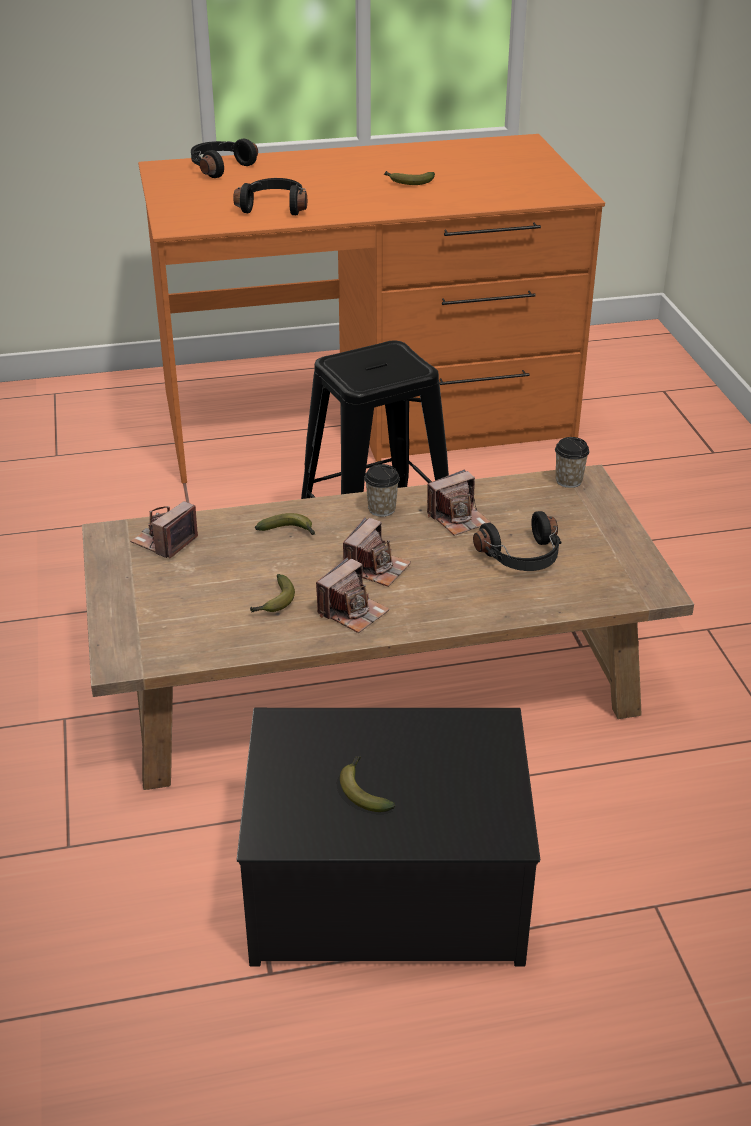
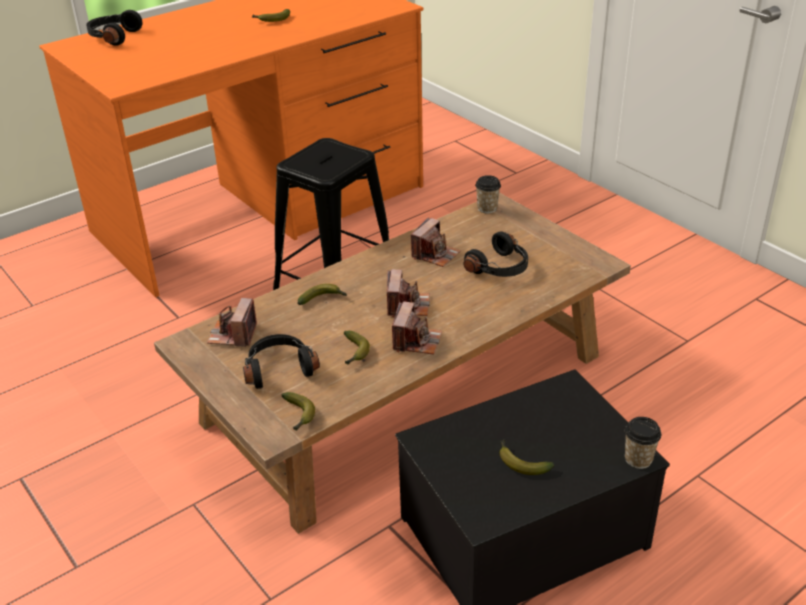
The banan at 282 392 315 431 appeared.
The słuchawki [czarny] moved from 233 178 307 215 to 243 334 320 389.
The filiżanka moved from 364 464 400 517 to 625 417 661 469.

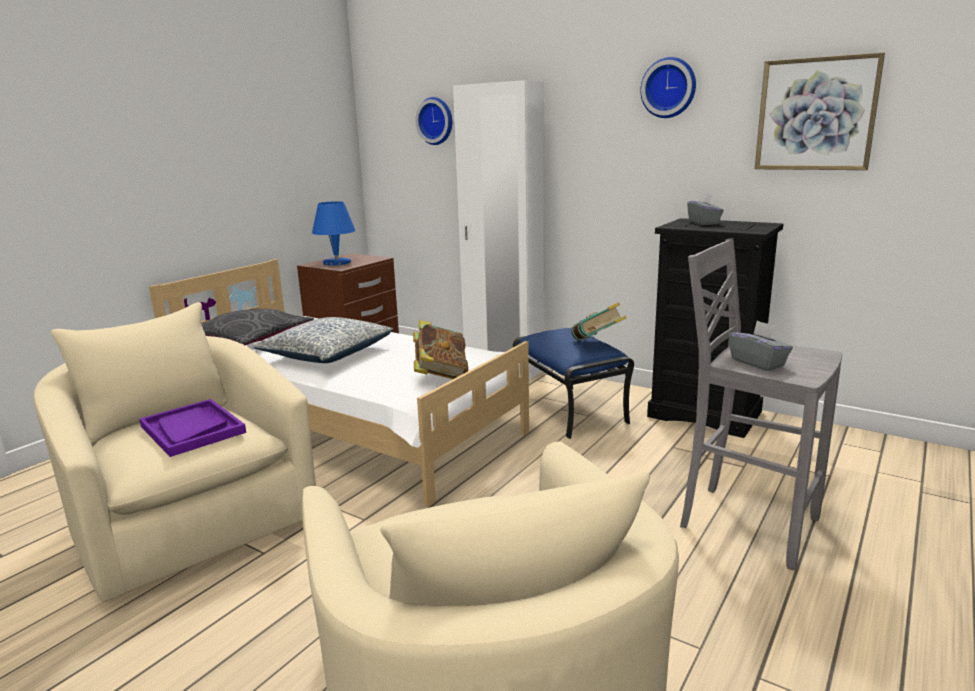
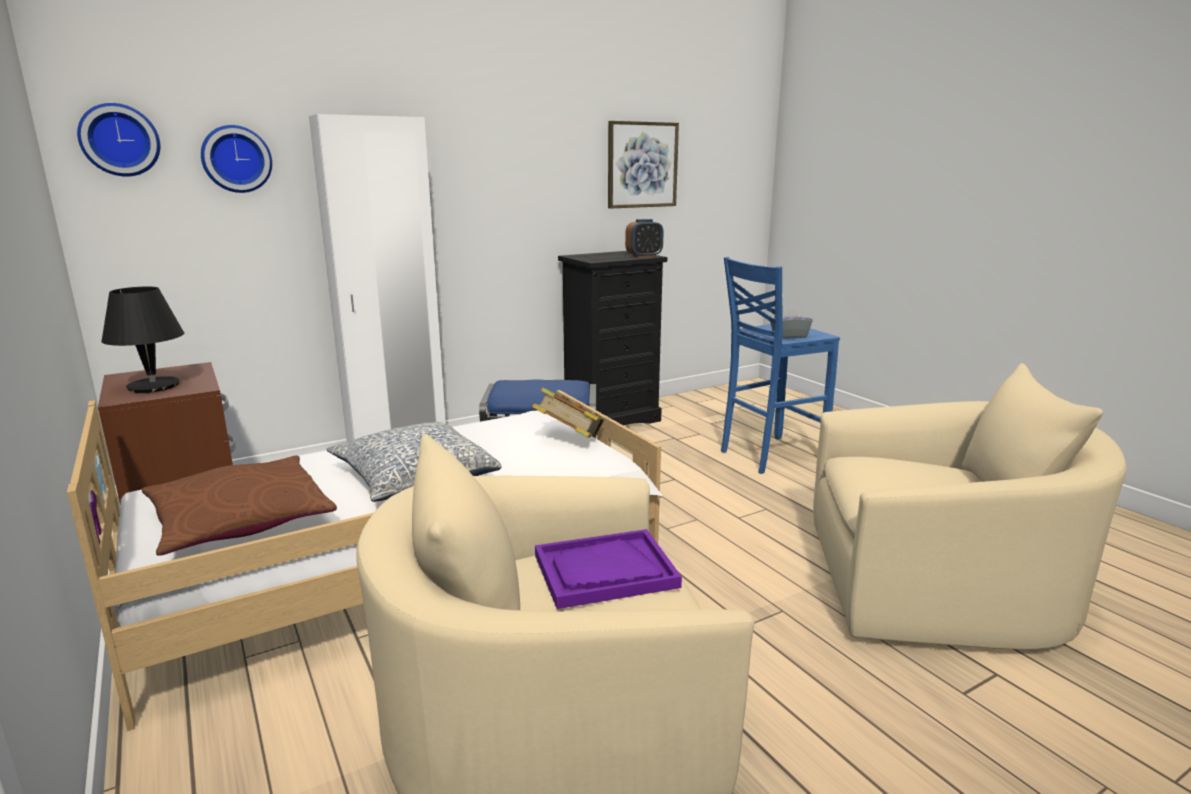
The książka at 571 302 626 341 disappeared.
The pudełko chusteczek [szary] at 687 193 724 225 disappeared.
The budzik at 625 219 664 258 appeared.
The zegar ścienny moved from 640 57 696 118 to 77 103 160 177.
The poduszka [szary] at 202 309 314 345 became the poduszka [brązowy] at 142 455 337 556.
The lampa stołowa [niebieski] at 312 201 356 265 became the lampa stołowa [czarny] at 102 287 184 393.
The stołek [szary] at 680 238 843 570 became the stołek [niebieski] at 721 257 840 474.

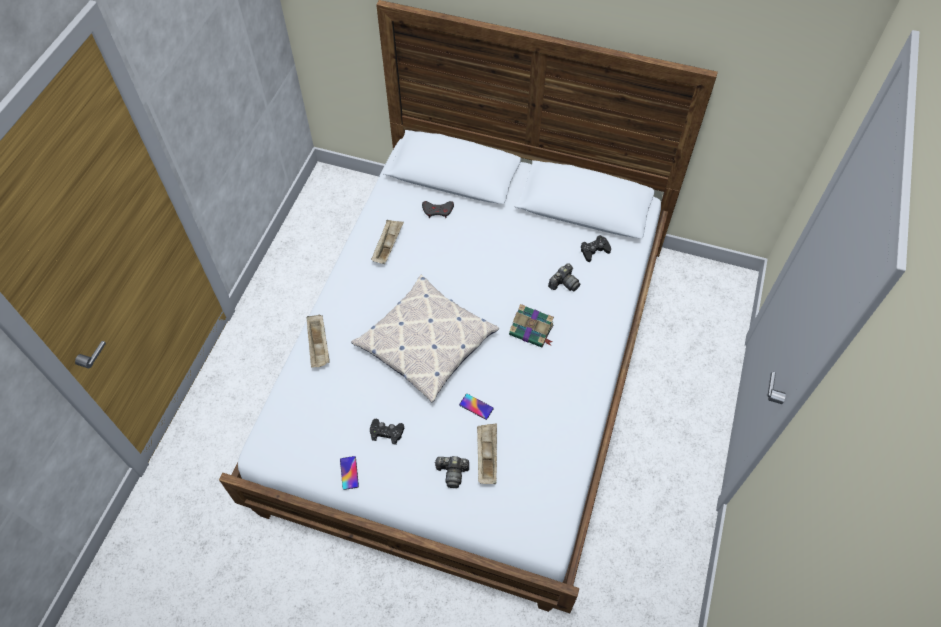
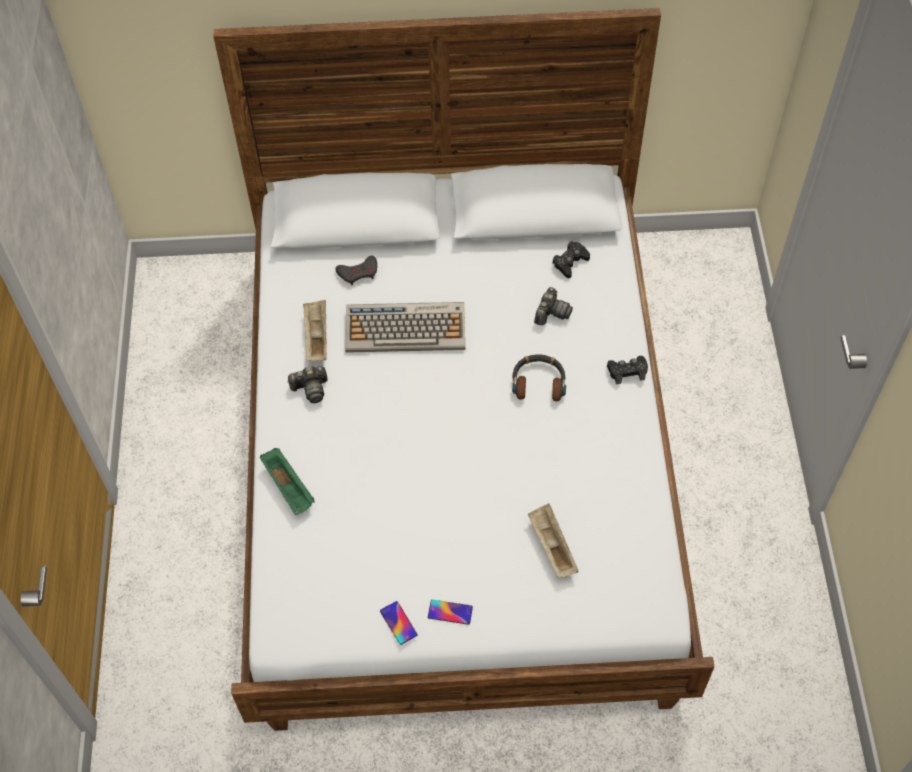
The poduszka at 351 275 500 402 disappeared.
The klawiatura at 345 302 465 353 appeared.
The pad do gier [czarny] moved from 370 419 404 445 to 607 356 648 384.
The aparat fotograficzny moved from 434 456 469 488 to 287 366 328 403.
The telefon moved from 459 394 494 420 to 428 600 473 625.
The książka at 509 304 554 348 was replaced by the słuchawki at 512 354 566 401.
The taca [beżowy] at 307 314 330 368 became the taca [zielony] at 260 448 315 515.

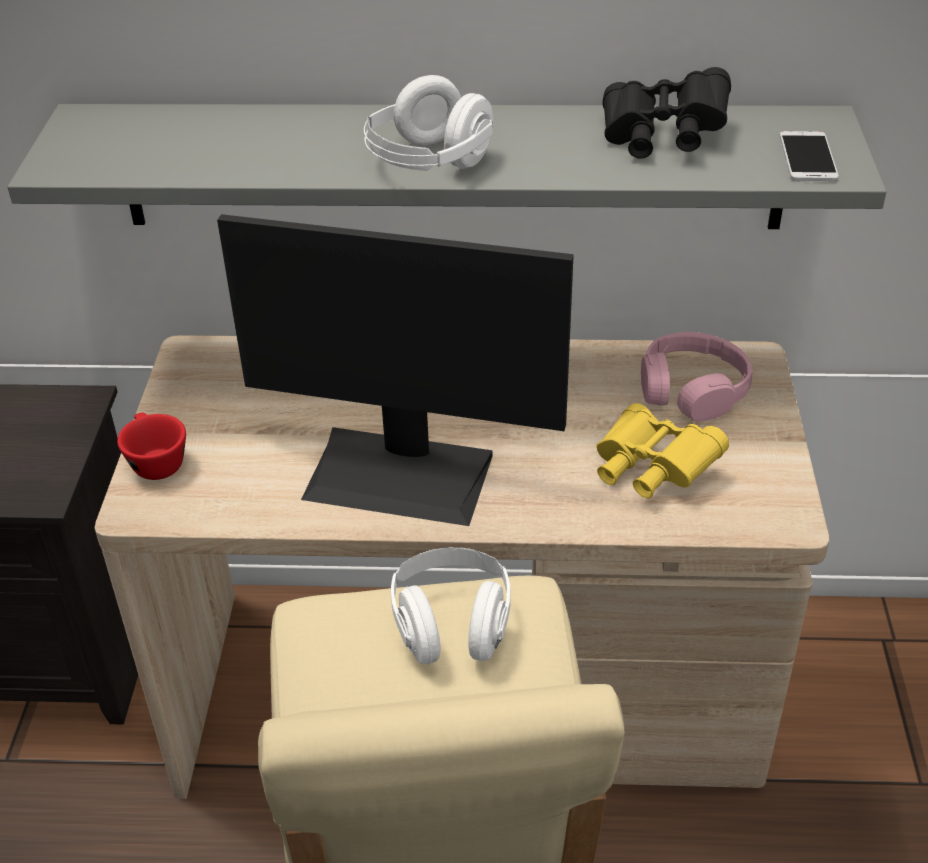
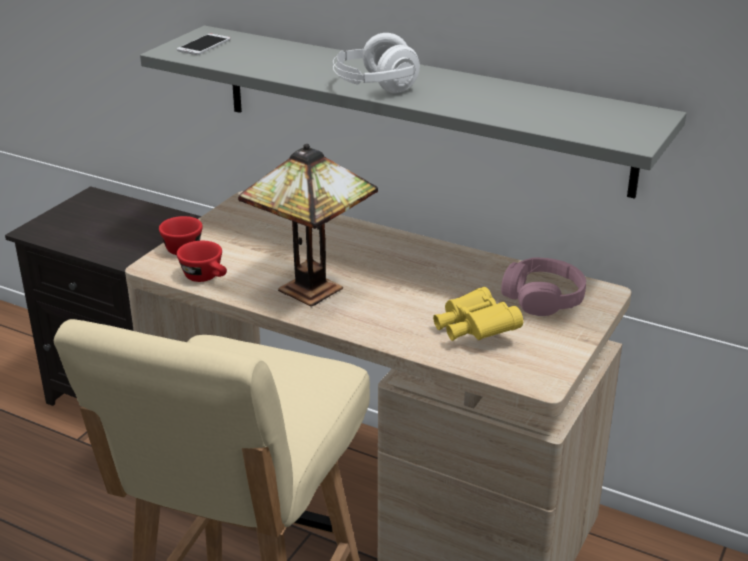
The słuchawki [biały] at 391 547 511 665 disappeared.
The lornetka [czarny] at 602 67 731 159 disappeared.
The filiżanka [czerwony] at 177 241 227 282 appeared.
The telefon moved from 780 131 839 181 to 177 34 231 55.
The monitor at 217 214 574 526 was replaced by the lampa stołowa at 238 144 378 307.

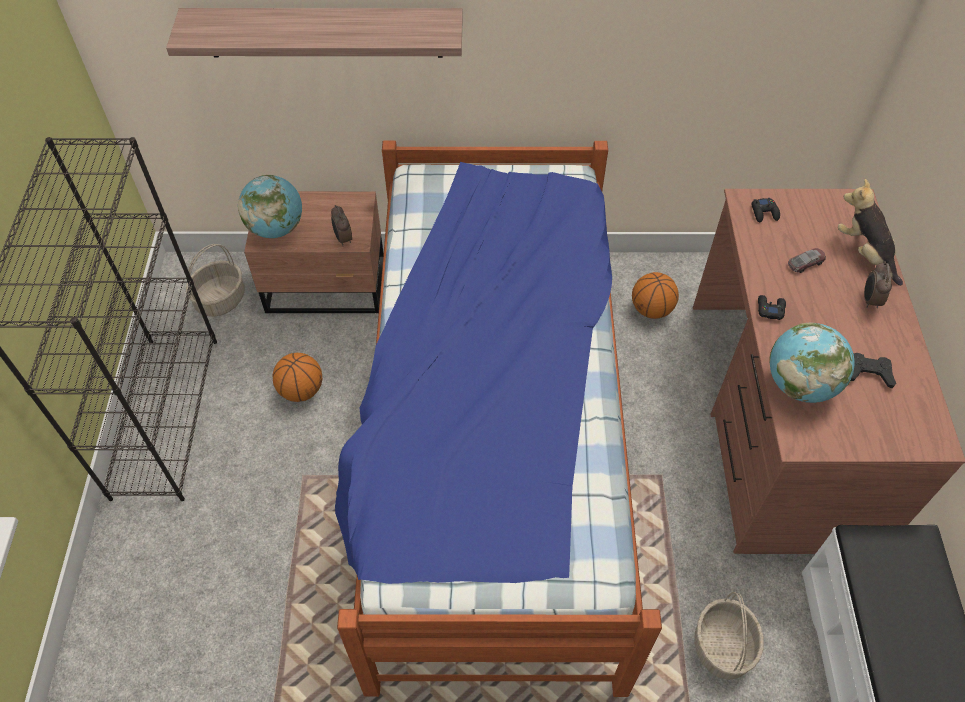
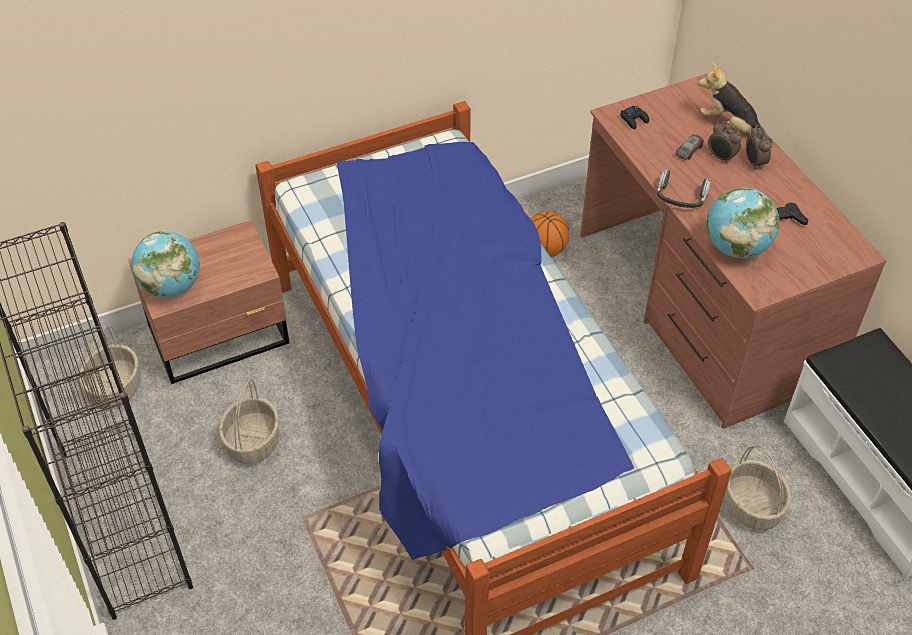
The półka at 166 8 463 58 disappeared.
The budzik moved from 331 205 352 246 to 708 121 742 164.
The piłka do koszykówki at 273 353 322 402 was replaced by the koszyk at 219 379 279 464.
The pad do gier [czarny] at 758 295 786 320 was replaced by the słuchawki at 657 170 711 208.

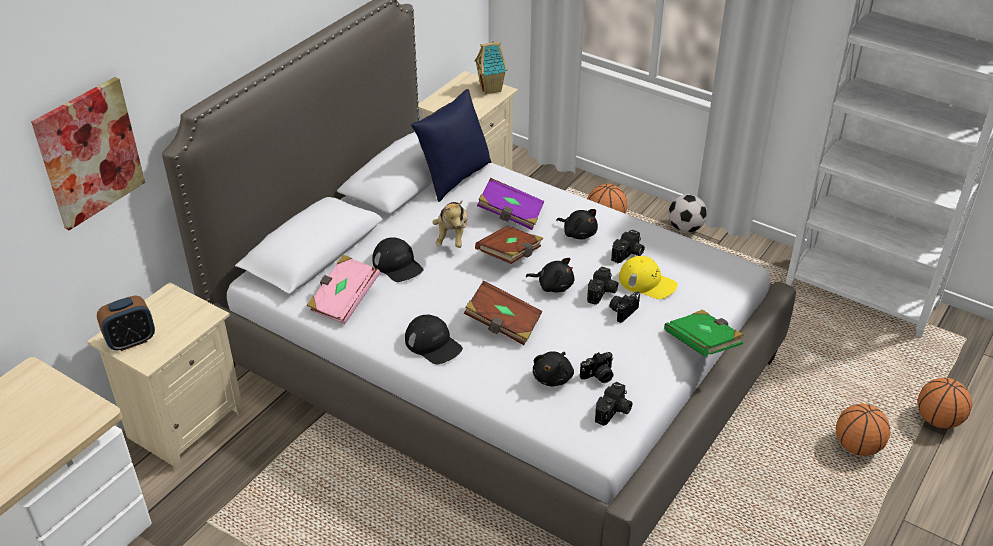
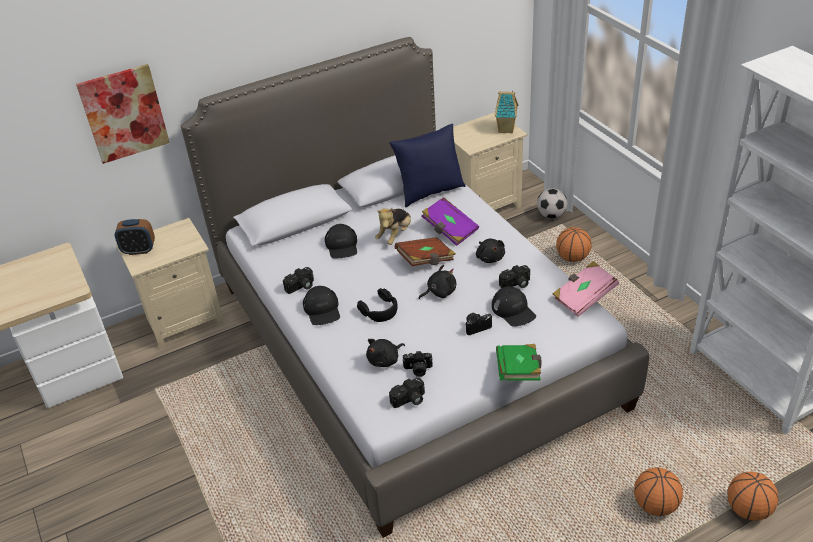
The książka [różowy] moved from 307 255 380 324 to 553 261 619 317.
The aparat fotograficzny moved from 587 267 618 305 to 283 267 314 294.
The piłka futbolowa moved from 669 194 707 232 to 537 188 568 219.
The książka [brązowy] at 464 280 543 345 was replaced by the słuchawki [czarny] at 357 288 398 322.
The czapka z daszkiem [żółty] at 619 256 678 299 became the czapka z daszkiem [czarny] at 492 287 536 327.
The pluszak [czarny] at 526 258 574 292 turned 75 degrees counterclockwise.

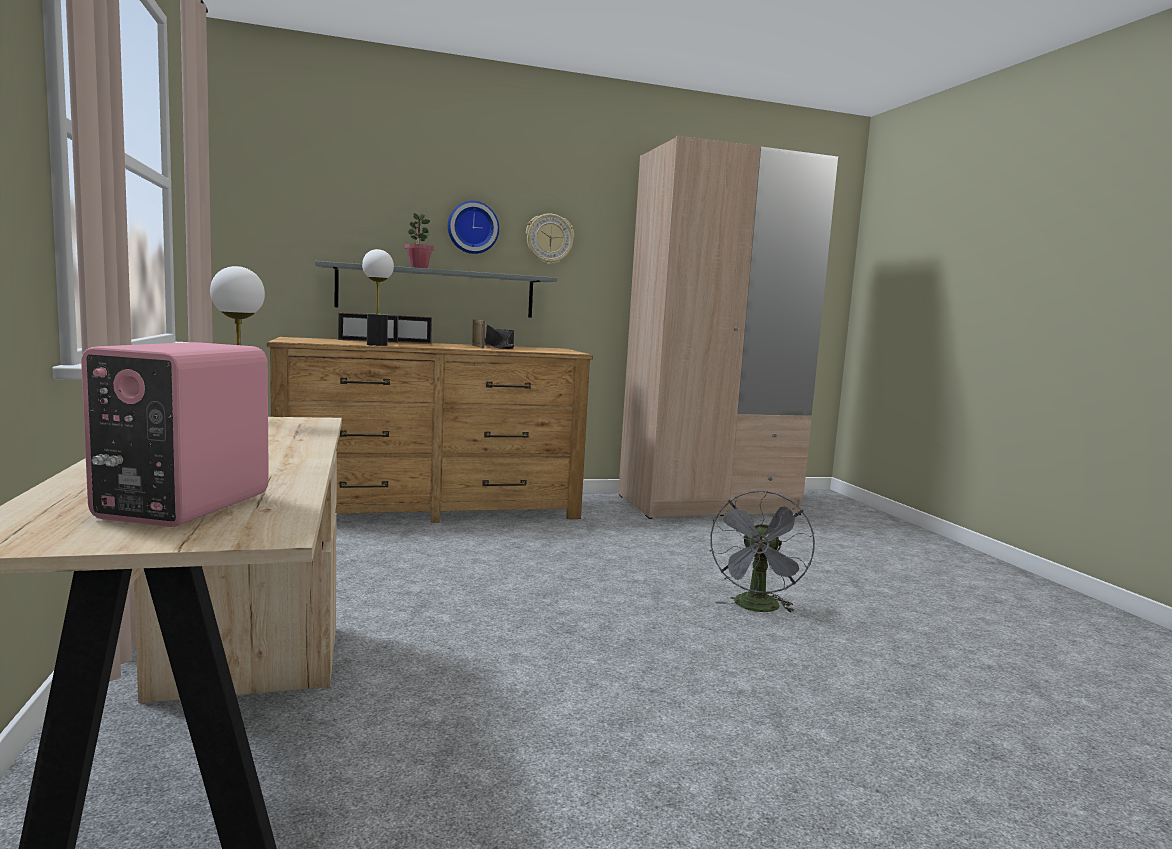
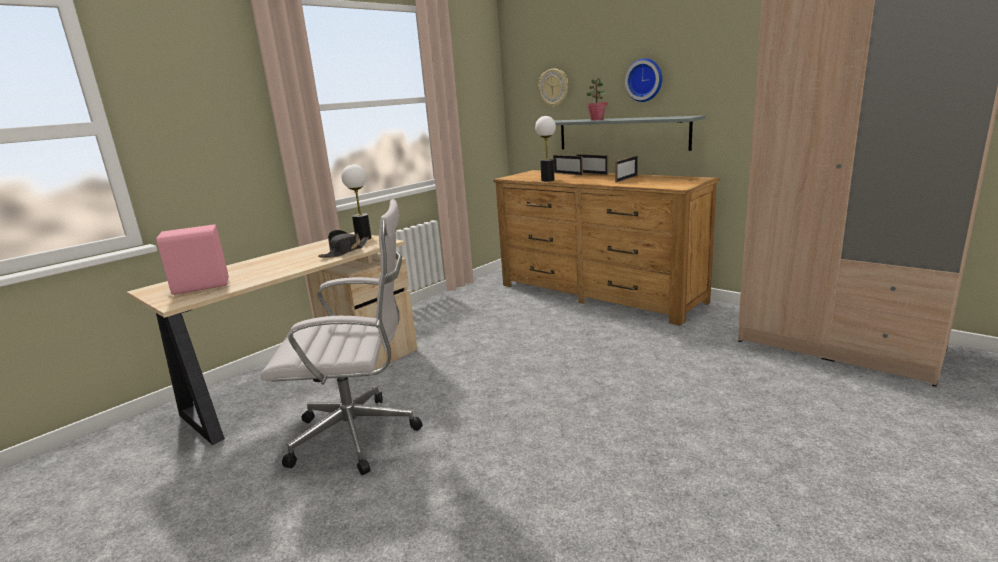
The wentylator [szary] at 709 490 815 613 disappeared.
The krzesło biurowe [biały] at 261 199 423 475 appeared.
The kapelusz [czarny] moved from 485 325 514 349 to 318 230 369 258.
The zegar ścienny moved from 526 213 574 265 to 539 69 568 107.

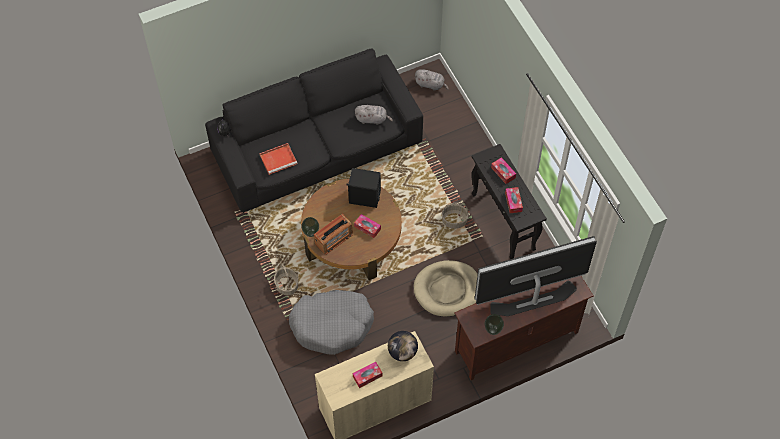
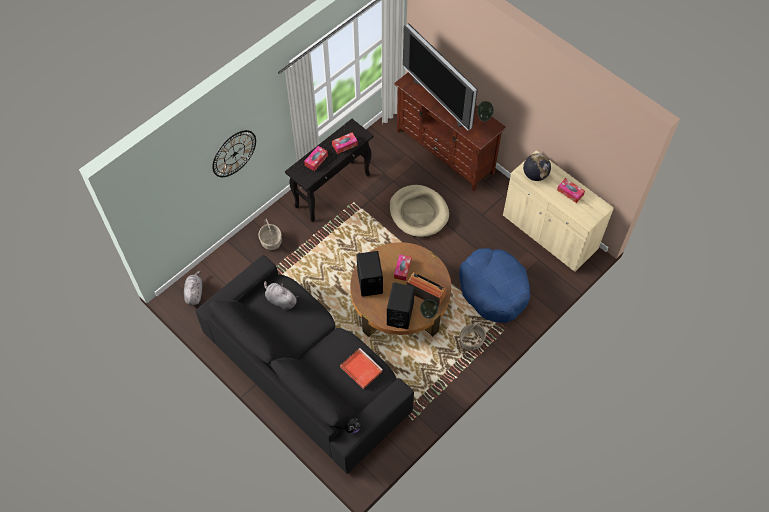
The zegar ścienny at 212 130 256 177 appeared.
The głośnik [czarny] at 387 283 415 329 appeared.
The koszyk moved from 441 203 469 229 to 258 219 282 250.
The legowisko [szary] at 289 290 374 355 became the legowisko [niebieski] at 459 248 530 323.
The pluszak [szary] at 355 105 393 125 turned 45 degrees counterclockwise.

